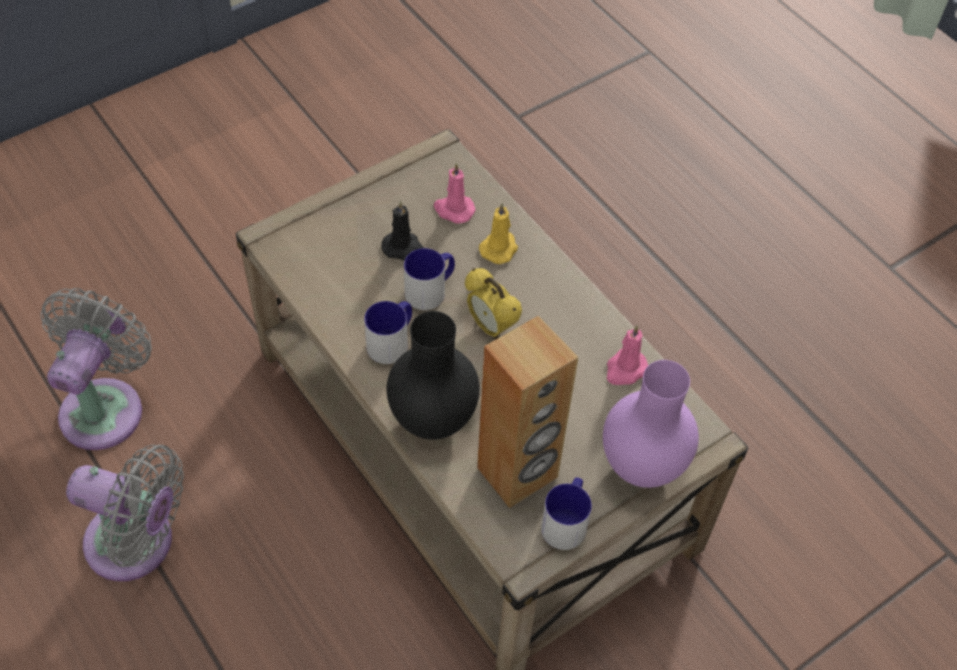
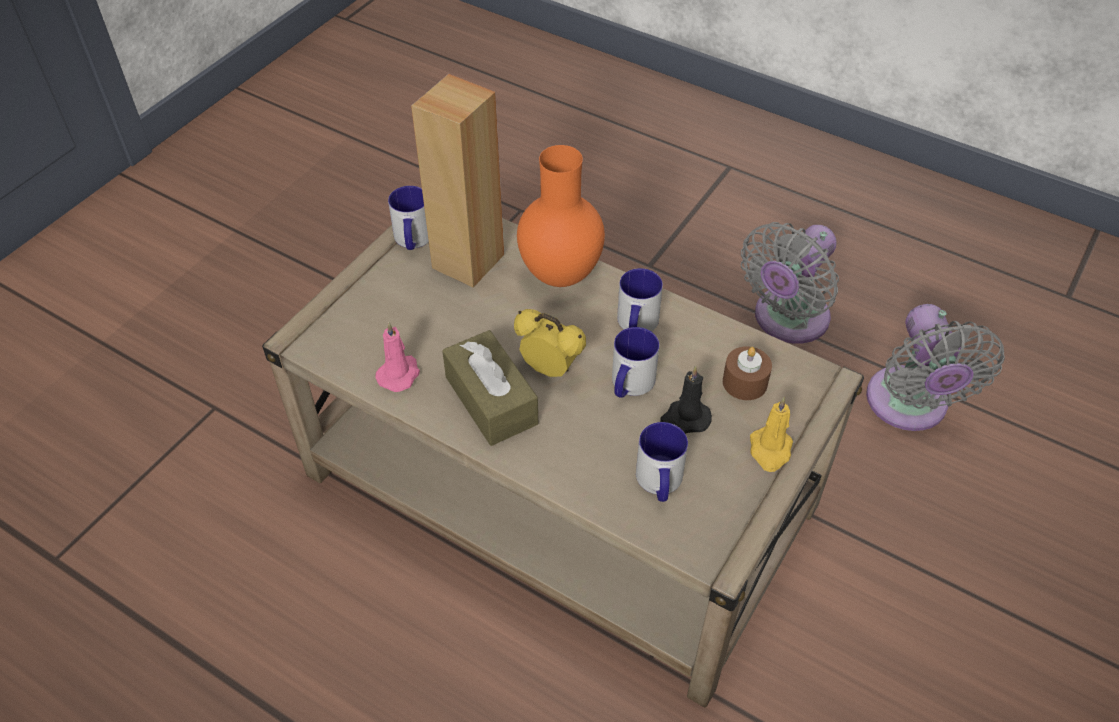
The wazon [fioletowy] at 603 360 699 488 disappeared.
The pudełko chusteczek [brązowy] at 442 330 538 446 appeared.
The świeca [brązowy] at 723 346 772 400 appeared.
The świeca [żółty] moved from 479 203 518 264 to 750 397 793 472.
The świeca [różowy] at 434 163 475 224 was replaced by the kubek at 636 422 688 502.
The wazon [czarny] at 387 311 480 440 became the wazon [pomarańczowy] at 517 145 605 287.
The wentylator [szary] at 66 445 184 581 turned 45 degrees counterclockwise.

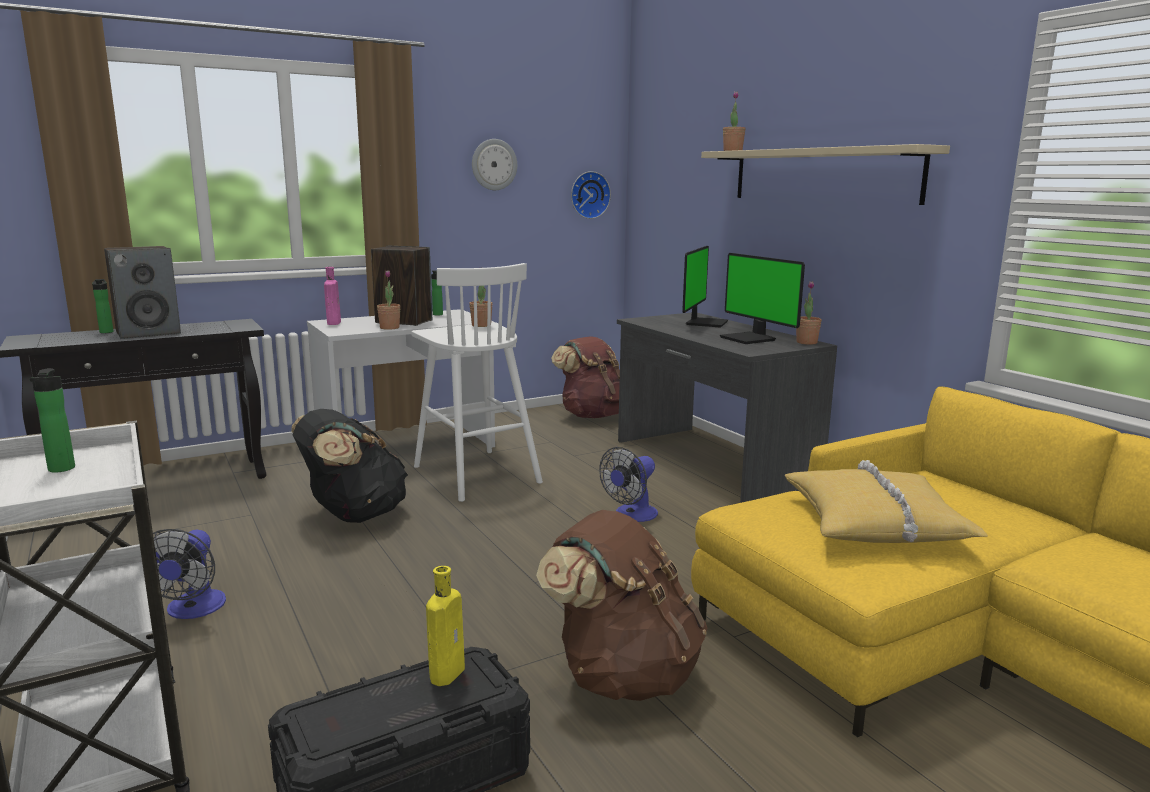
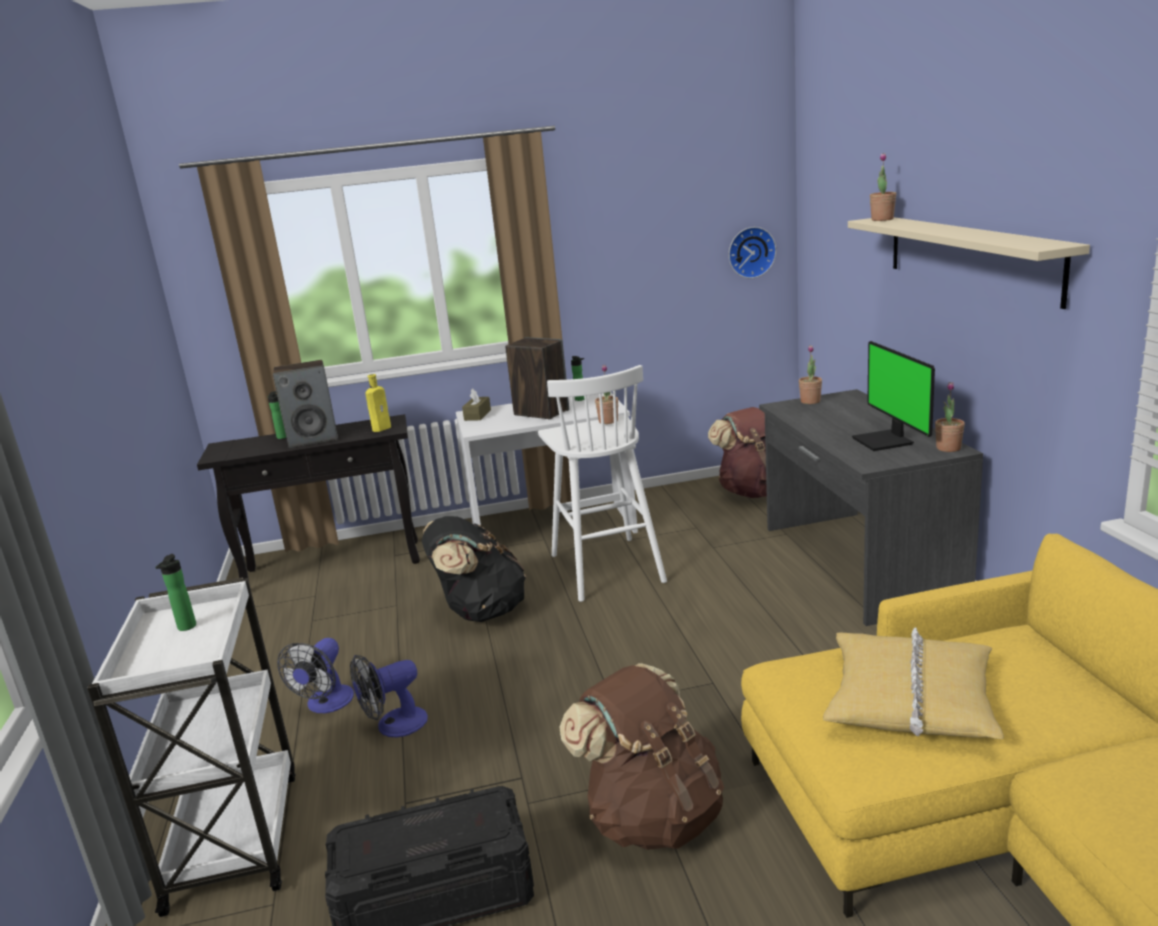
The zegar ścienny at 472 139 517 190 disappeared.
The monitor at 682 246 728 328 disappeared.
The roślina doniczkowa moved from 377 270 400 330 to 799 345 822 404.
The butelka [żółty] moved from 426 566 465 686 to 365 374 391 432.
The wentylator moved from 599 447 658 522 to 350 655 428 737.
The butelka [różowy] at 324 267 341 325 was replaced by the pudełko chusteczek [brązowy] at 462 389 491 421.

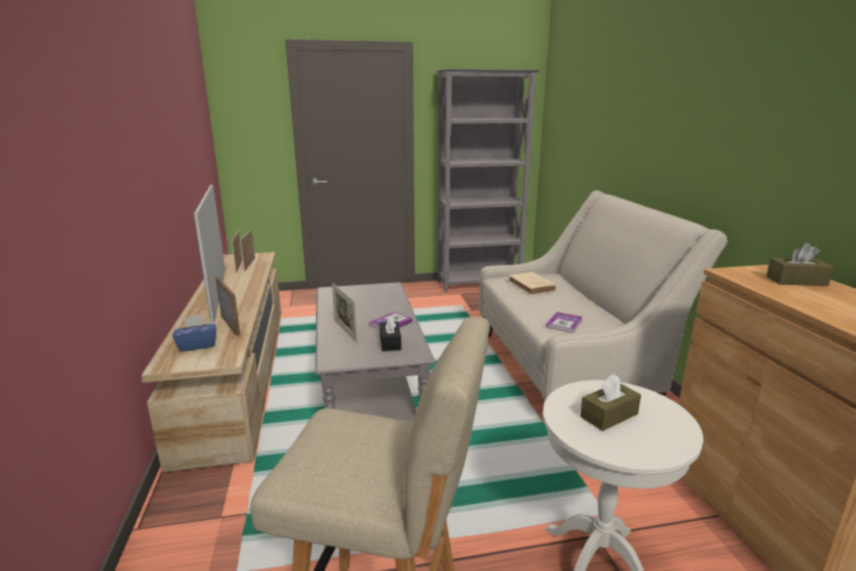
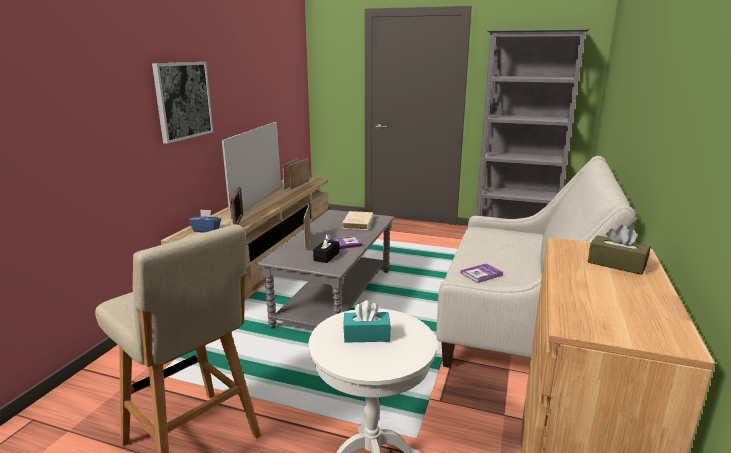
The obraz at 152 62 213 144 appeared.
The książka [beżowy] moved from 508 272 557 295 to 342 211 374 230.
The pudełko chusteczek [brązowy] at 580 374 641 431 became the pudełko chusteczek [turkusowy] at 343 300 391 343.

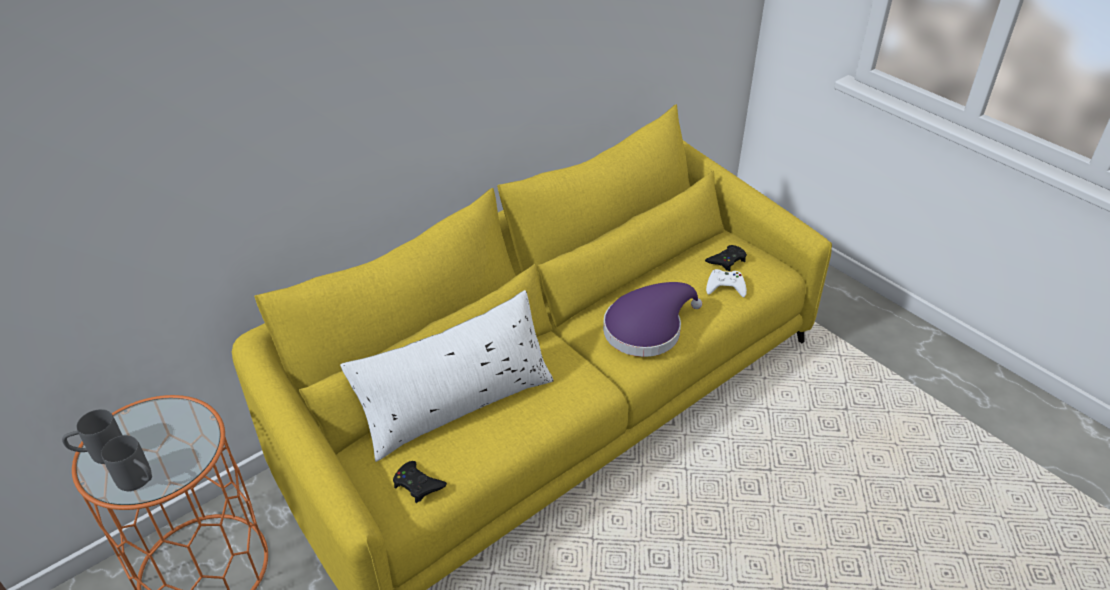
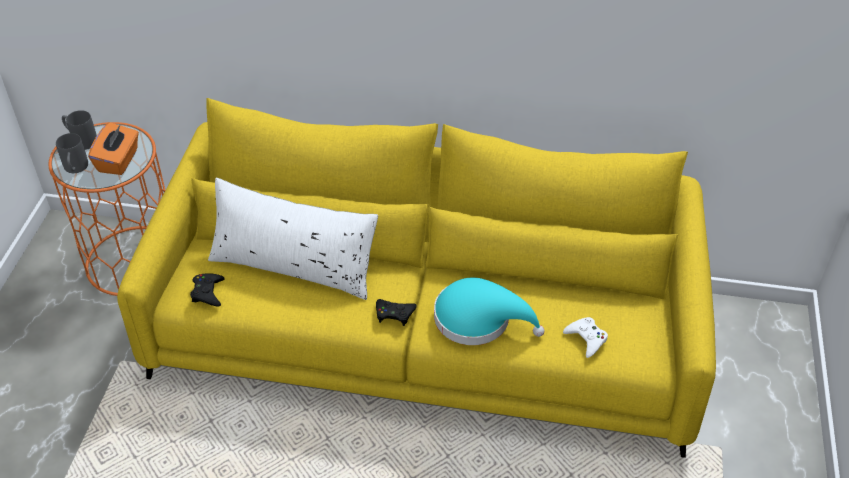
The pudełko chusteczek [pomarańczowy] at 88 122 139 175 appeared.
The pad do gier [czarny] moved from 705 245 747 271 to 376 299 417 326.
The kapelusz [fioletowy] at 603 282 702 357 became the kapelusz [turkusowy] at 434 278 544 345.

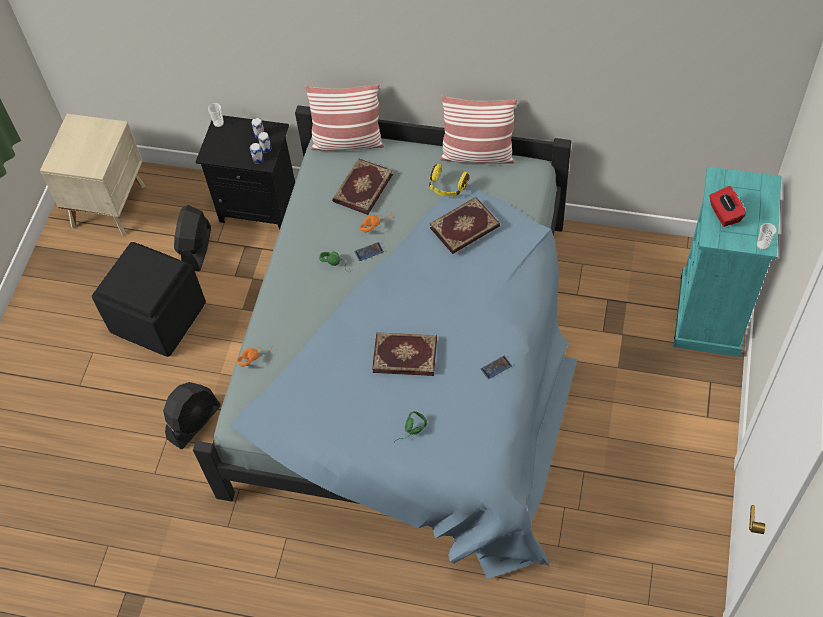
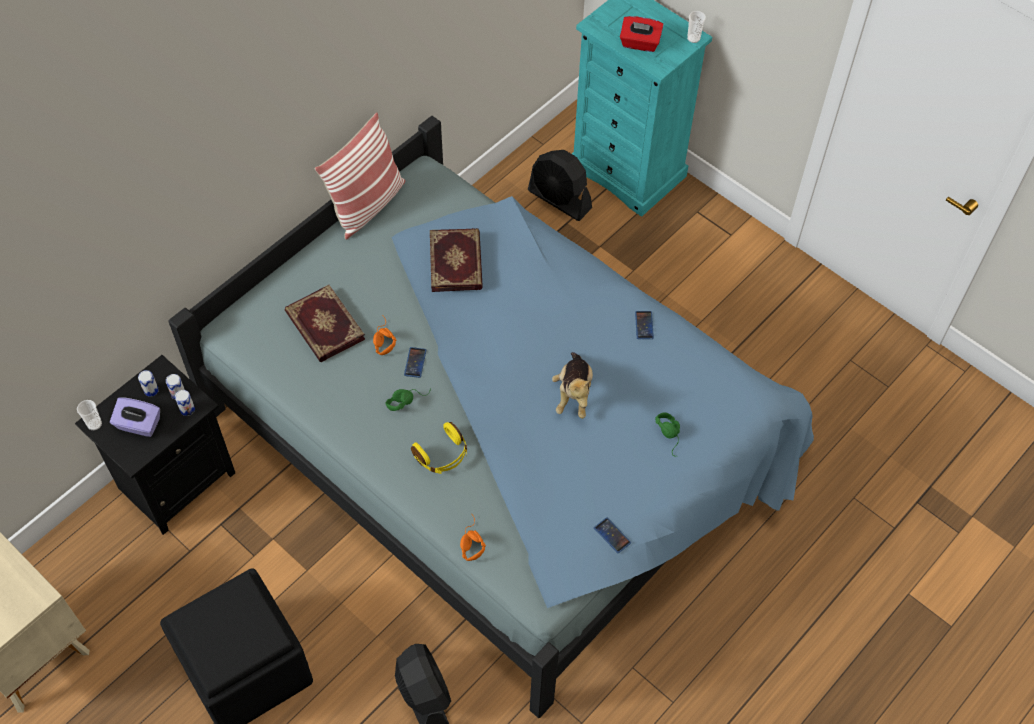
The poduszka at 305 84 384 151 disappeared.
The pudełko chusteczek [fioletowy] at 110 397 160 437 appeared.
The telefon at 594 517 631 553 appeared.
The wentylator [czarny] moved from 174 205 211 271 to 528 150 592 221.
The słuchawki [żółty] moved from 429 164 469 197 to 411 422 467 474.
The książka at 372 332 437 376 was replaced by the pluszak at 552 352 593 419.

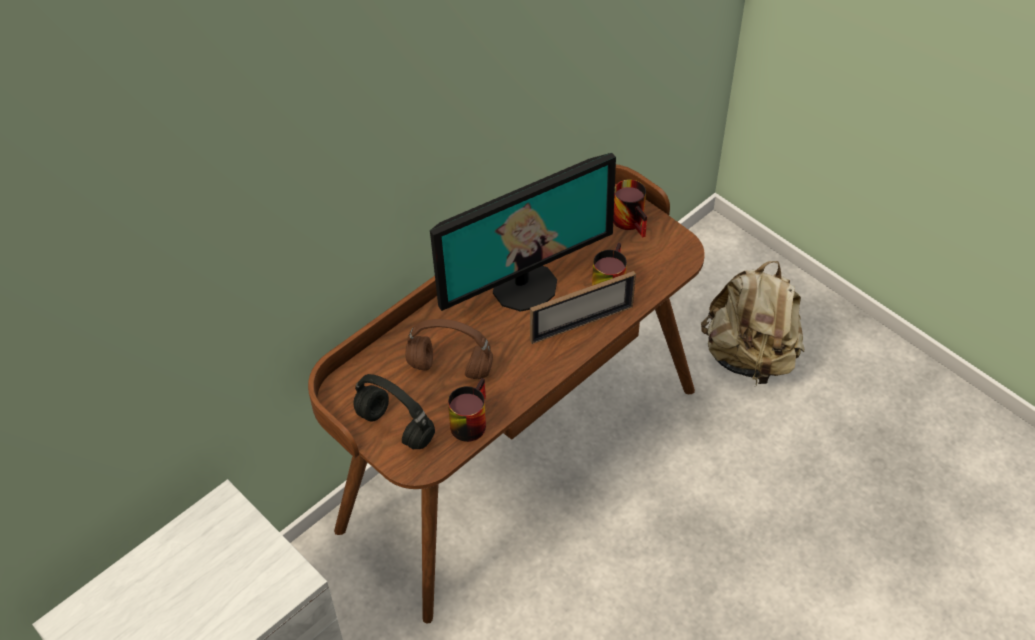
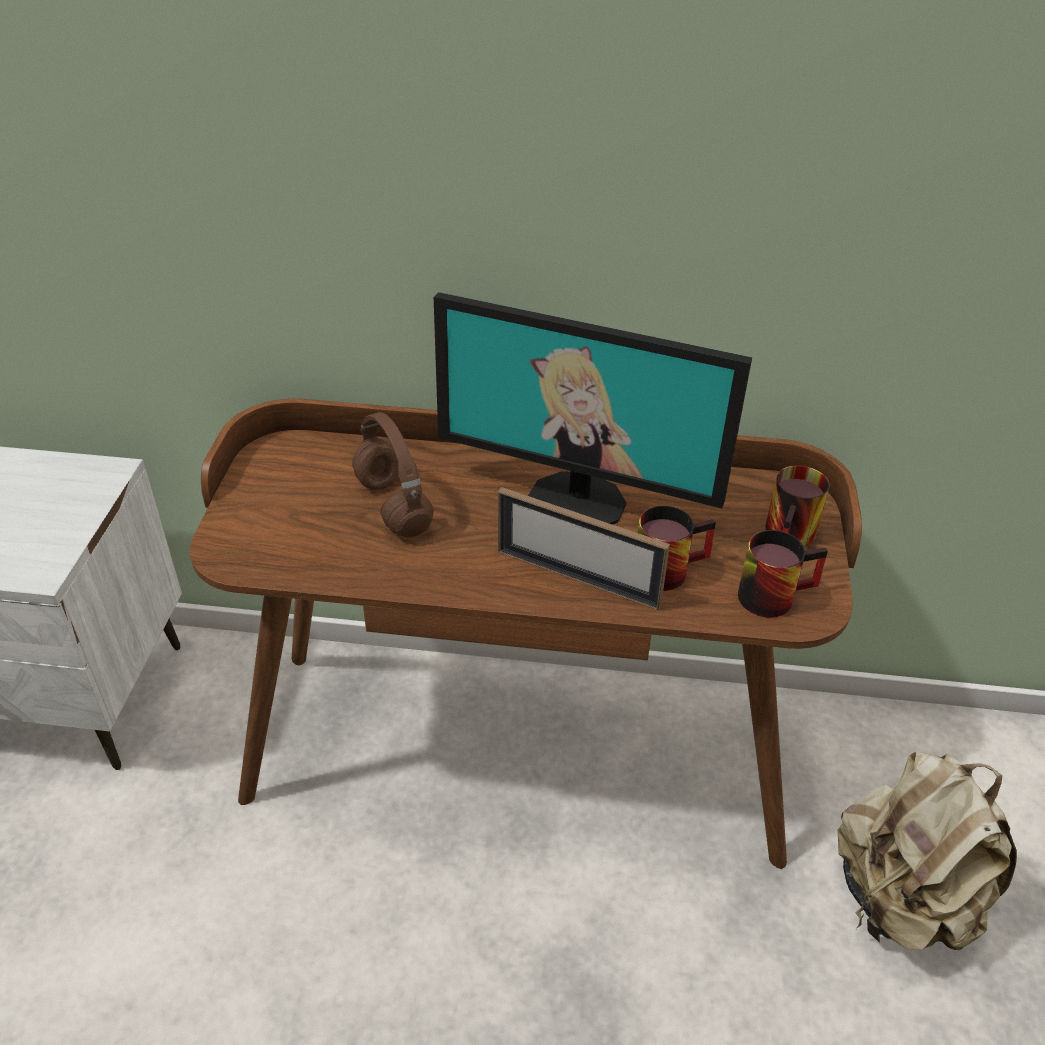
The słuchawki [czarny] at 353 374 435 449 disappeared.
The kubek moved from 448 378 486 442 to 738 530 828 617.

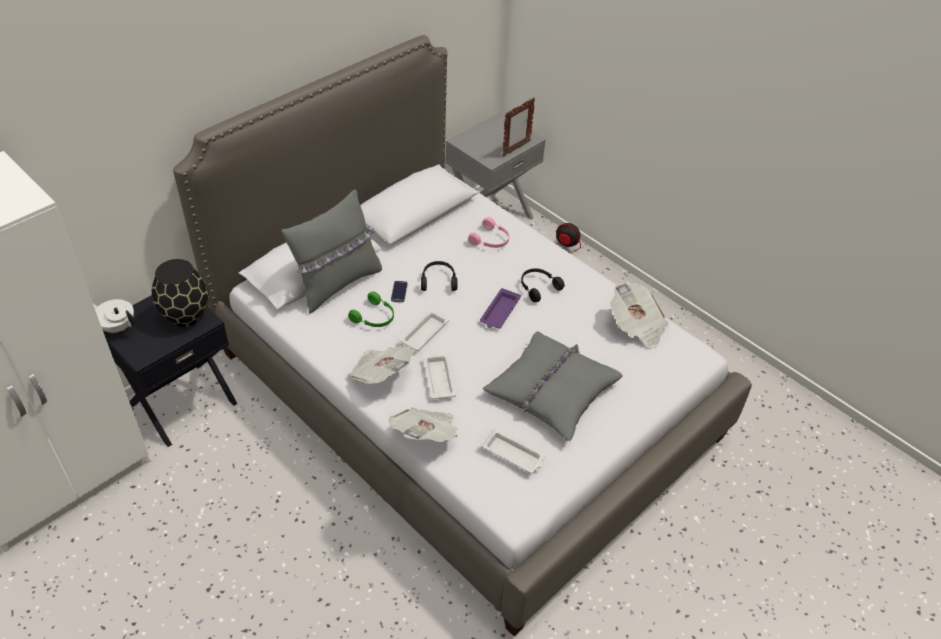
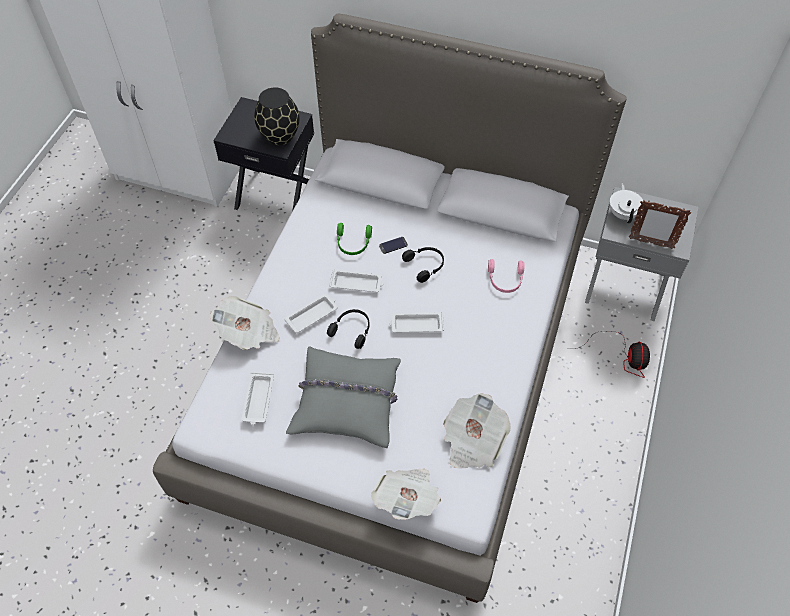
The poduszka [szary] at 282 189 382 314 disappeared.
The imbryk [biały] moved from 93 299 135 333 to 609 183 643 223.
The gazeta moved from 348 346 415 384 to 371 468 441 520.
The słuchawki [czarny] moved from 521 268 564 302 to 327 309 370 349.
The taca [fioletowy] at 480 288 521 329 became the taca [biały] at 389 312 444 333.

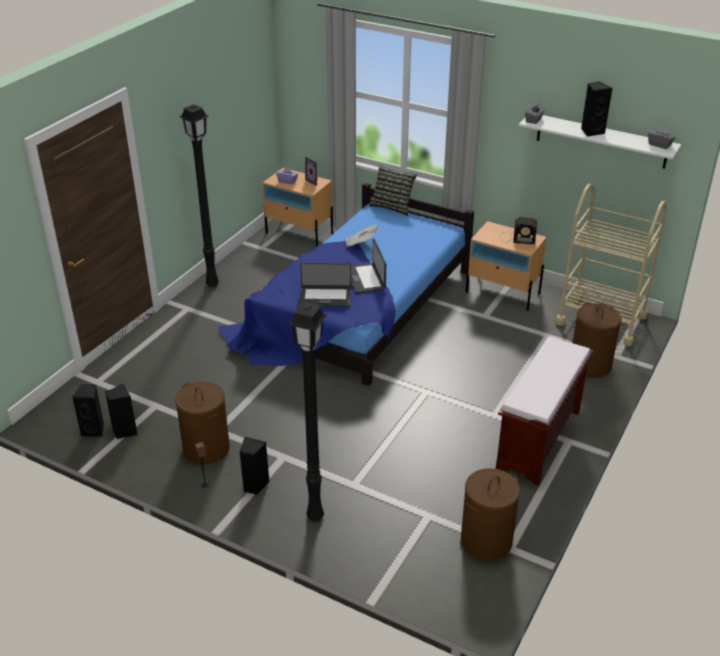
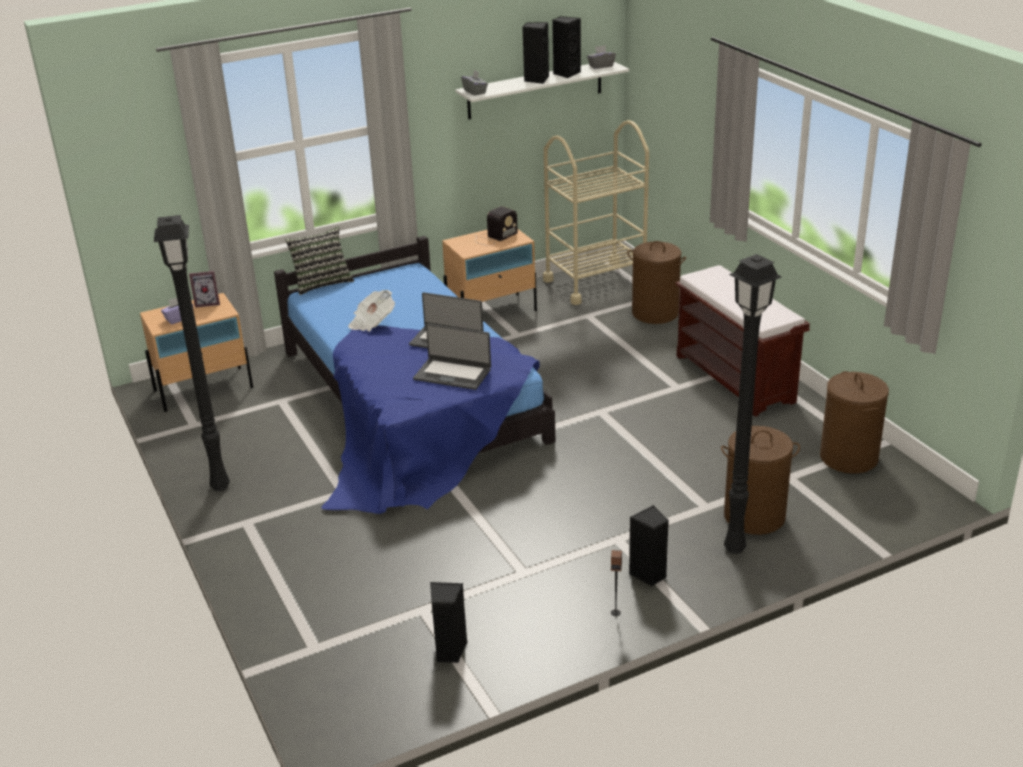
The głośnik [czarny] moved from 72 384 104 437 to 552 16 581 78.
The kosz na pranie [brązowy] moved from 175 382 230 465 to 721 426 800 535.
The laptop at 299 263 351 307 turned 75 degrees clockwise.

